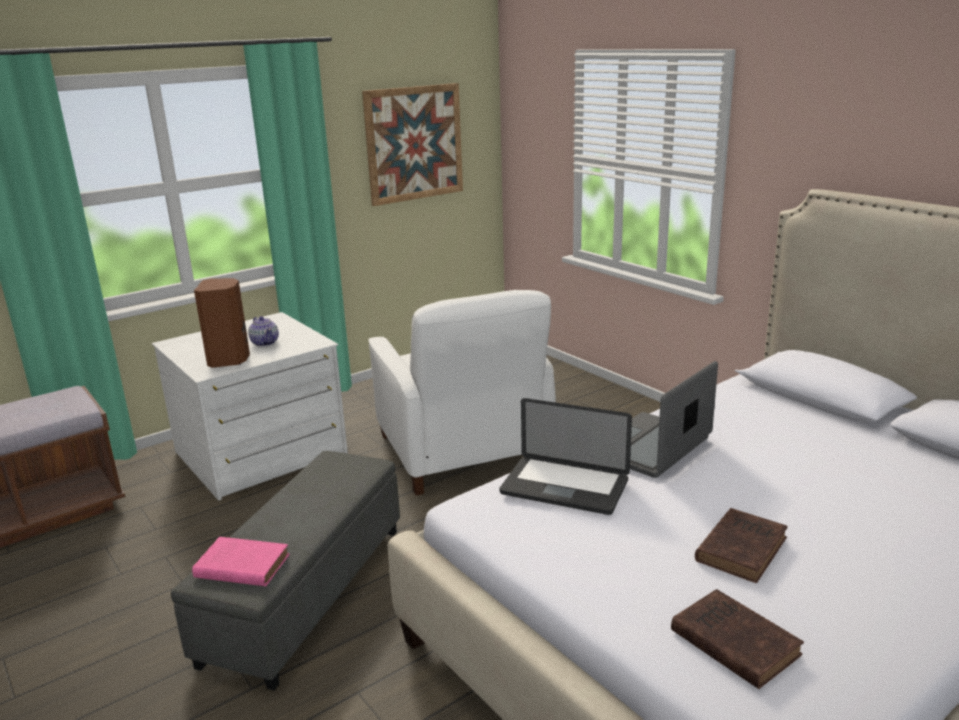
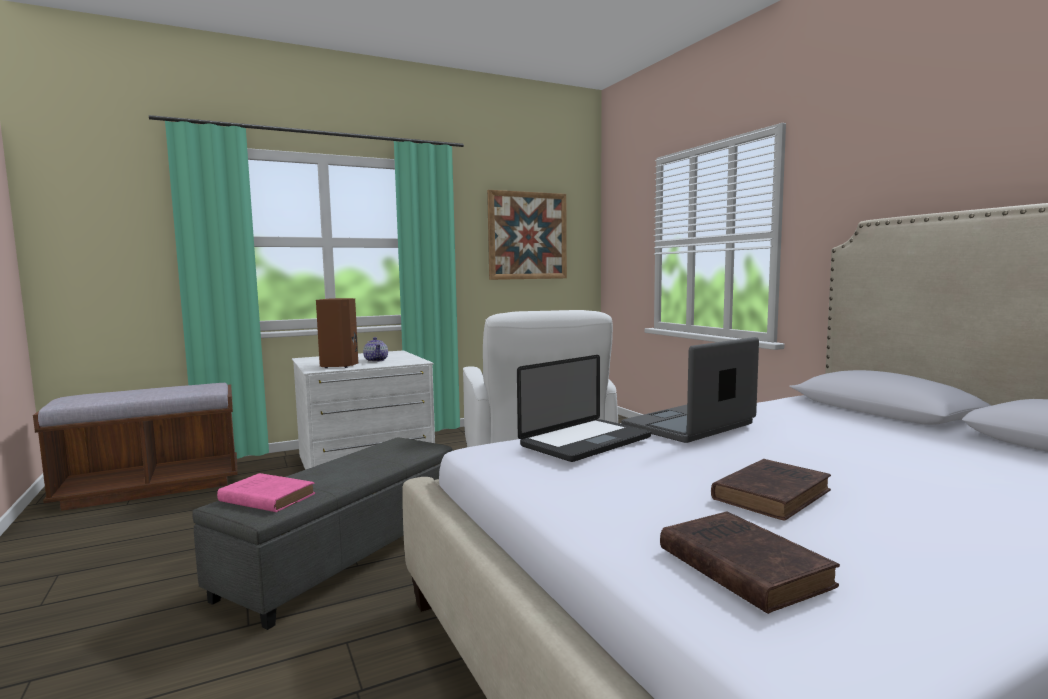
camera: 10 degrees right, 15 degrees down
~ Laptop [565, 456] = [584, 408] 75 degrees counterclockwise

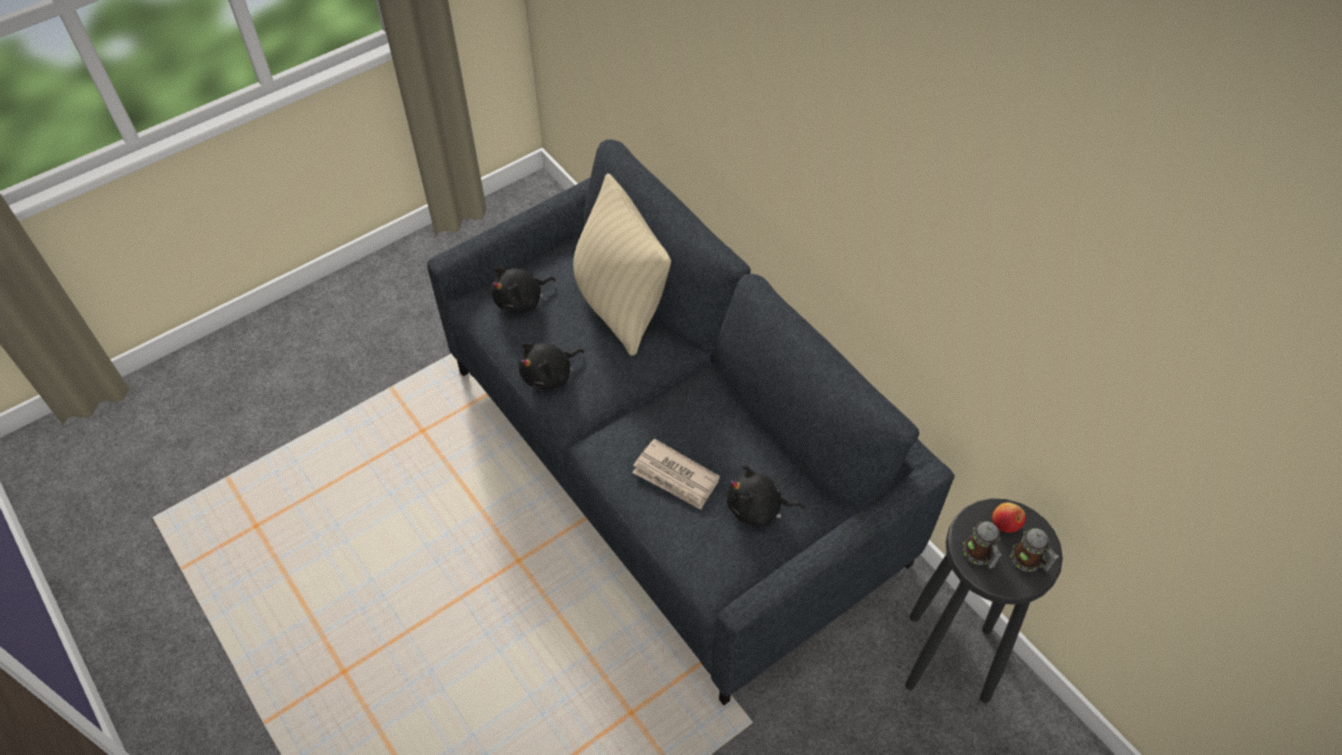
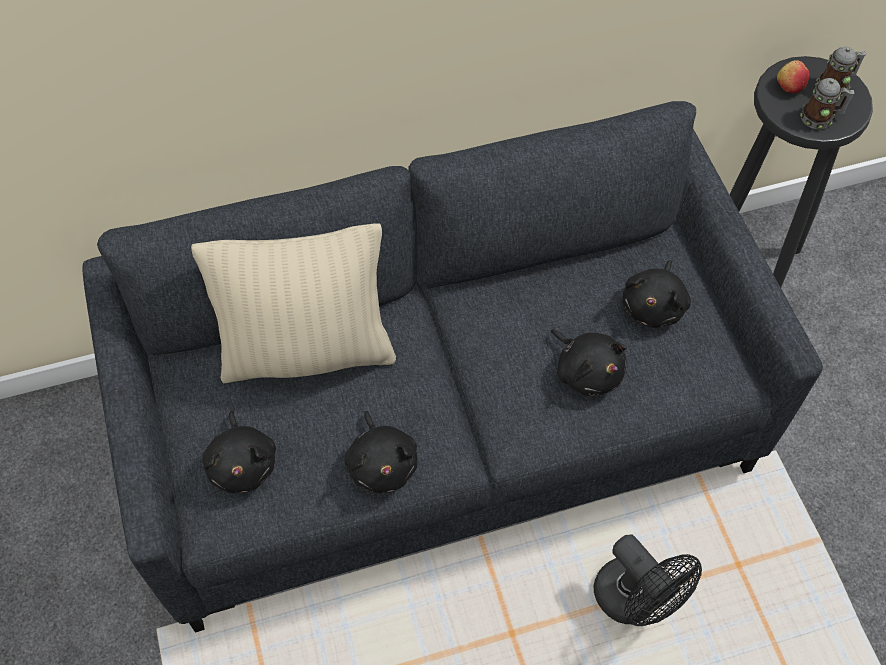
camera: 70 degrees left, 5 degrees up
~ Zeitung [676, 474] to Plüschtier/schwarz [589, 362]
+ Ventilator/schwarz [648, 580]

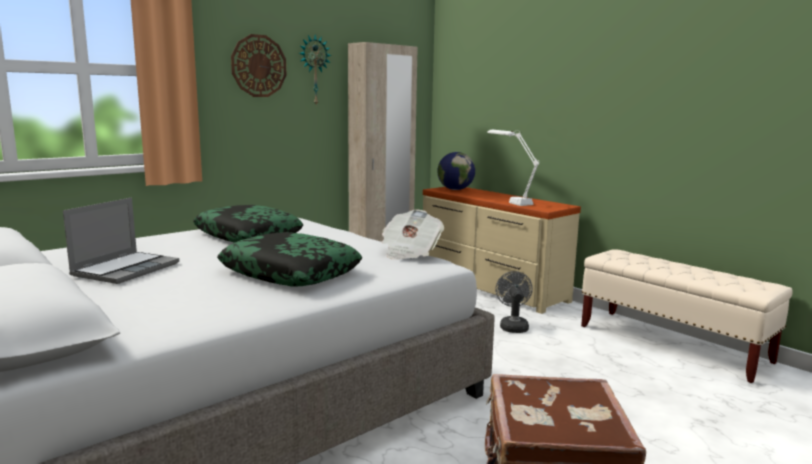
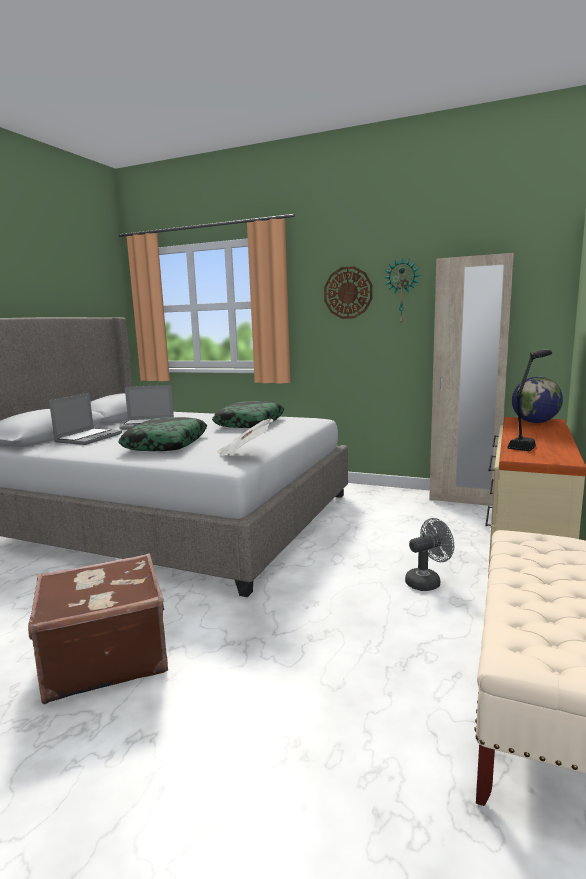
camera: 65 degrees right, 0 degrees up
~ Tischlampe/weiß [513, 168] to Tischlampe/schwarz [529, 400]
+ Laptop [85, 419]

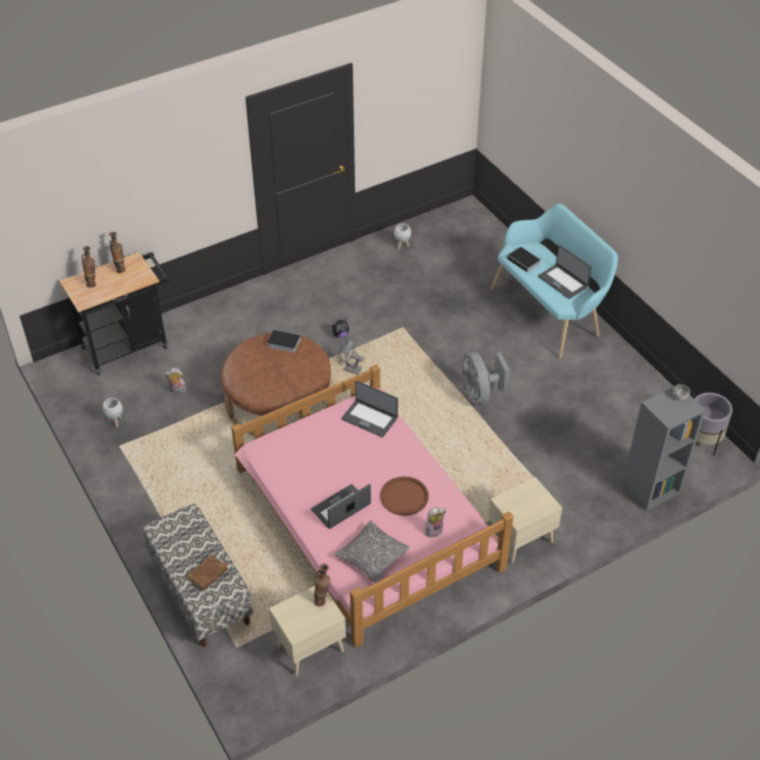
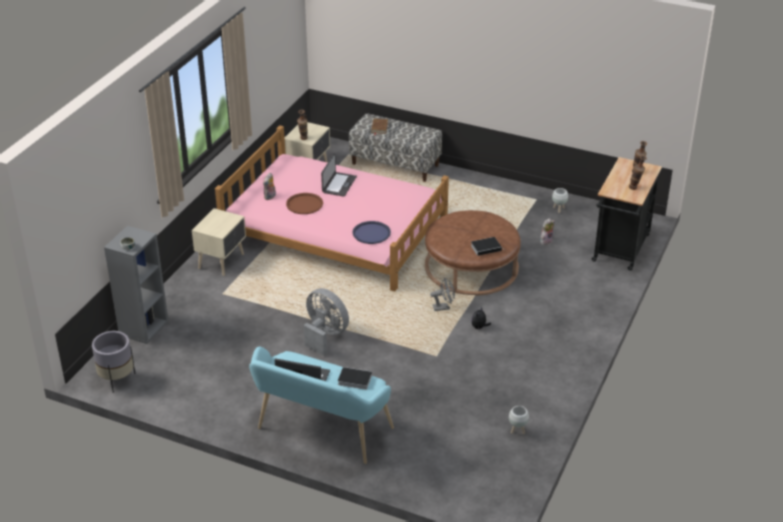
camera: 145 degrees right, 10 degrees down
~ Laptop [369, 409] to Tablett/blau [371, 232]
- Kissen [372, 551]

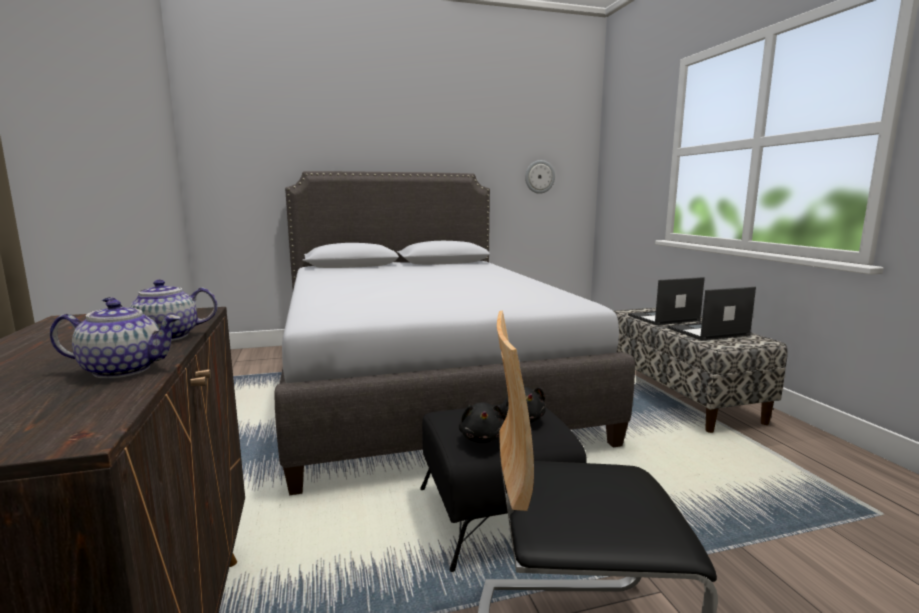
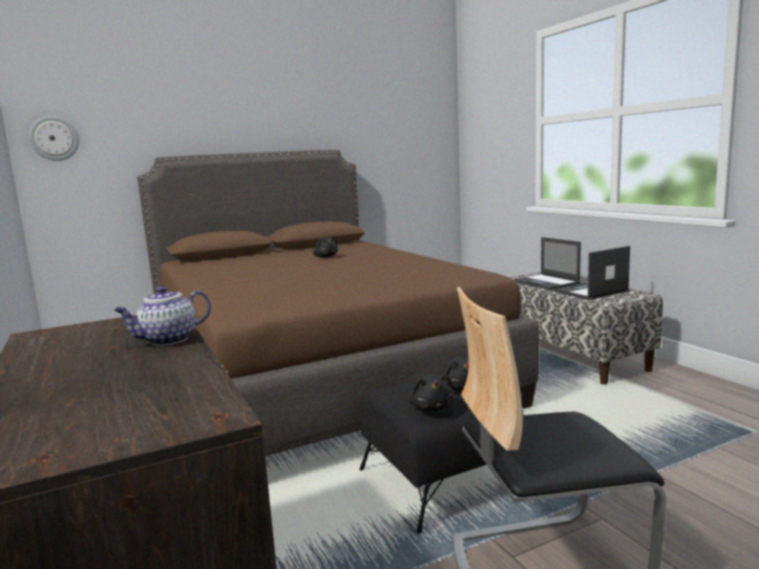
camera: 10 degrees left, 0 degrees up
~ Wanduhr [540, 177] to [54, 138]
~ Bett/grau [454, 333] to Bett/braun [338, 303]
~ Laptop [666, 301] = [547, 263] 90 degrees counterclockwise
- Teekanne [115, 339]
+ Plüschtier/schwarz [325, 247]

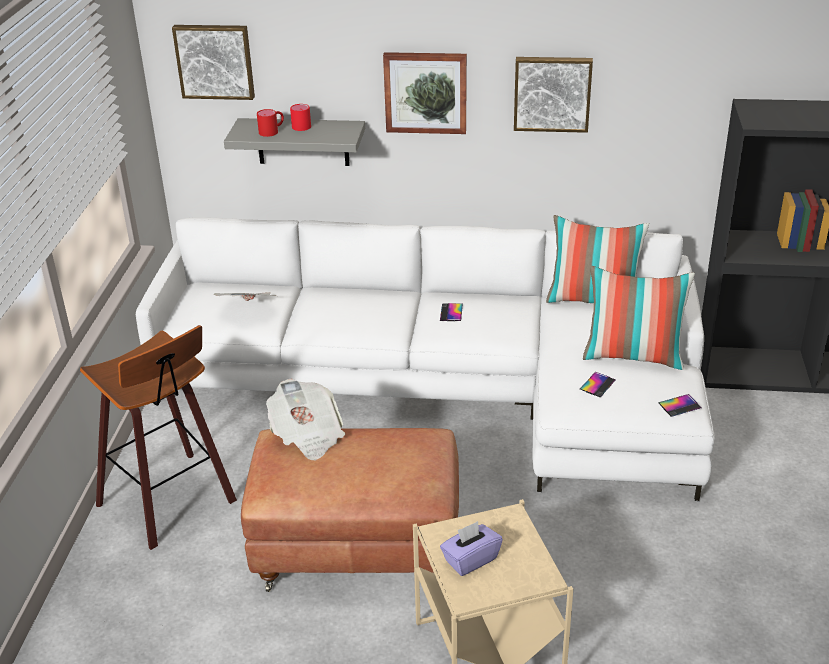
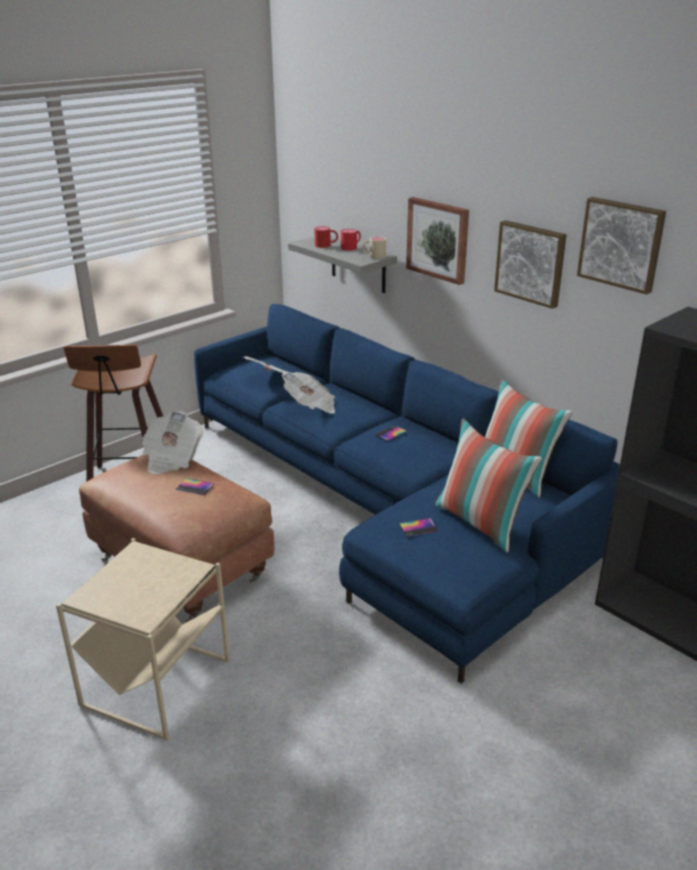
camera: 40 degrees right, 5 degrees down
~ Bild [213, 62] to [621, 245]
~ Sofa/weiß [425, 359] to Sofa/blau [407, 494]
~ Handy [680, 405] to [195, 486]
- Taschentuchbox/lila [471, 548]
+ Henkelbecher/beige [374, 247]
+ Zeitung [308, 392]

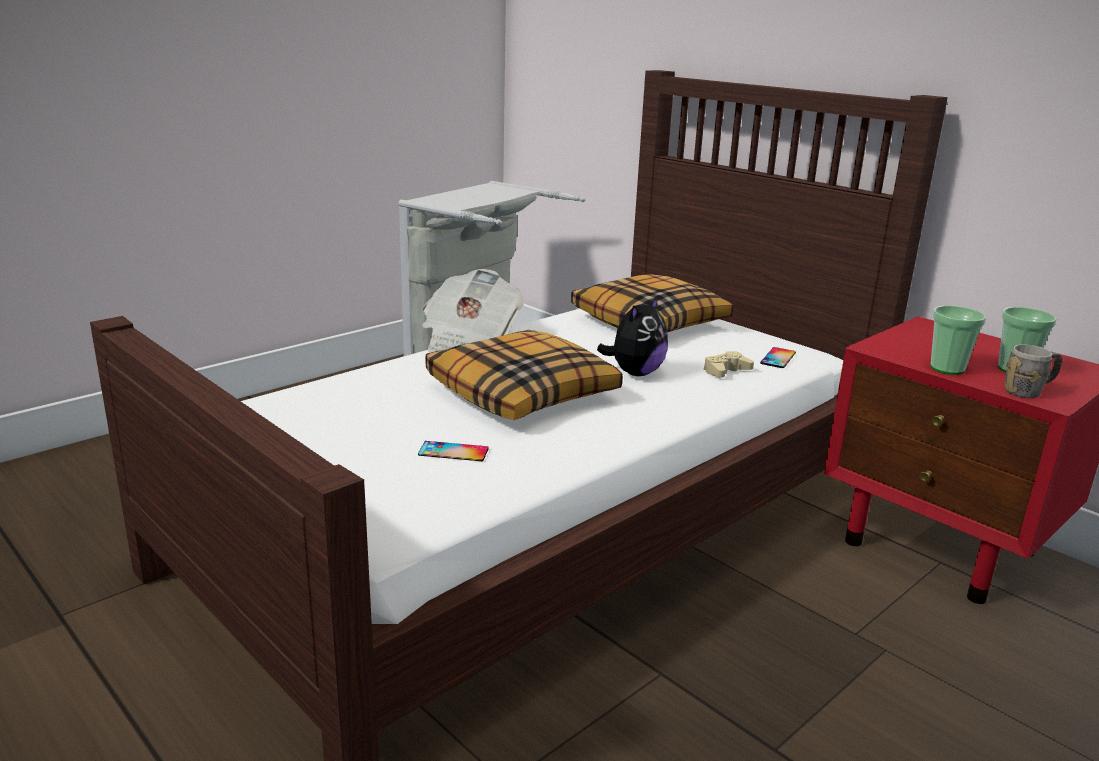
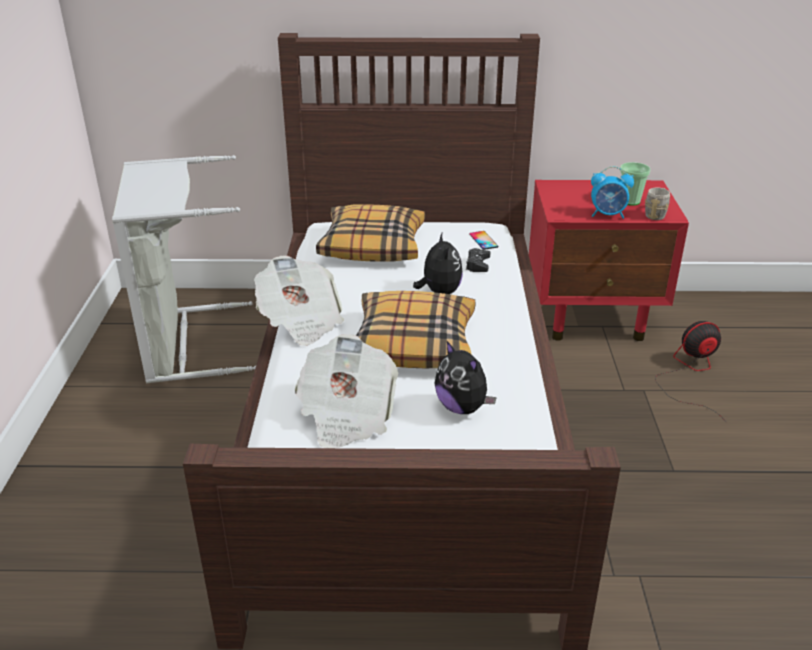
camera: 45 degrees left, 10 degrees up
~ Tasse [958, 340] to Wecker [612, 192]
~ Gamepad/beige [729, 364] to Gamepad/schwarz [478, 260]
~ Handy [453, 451] to Plüschtier [466, 377]
+ Ventilator [690, 371]
+ Zeitung [346, 391]

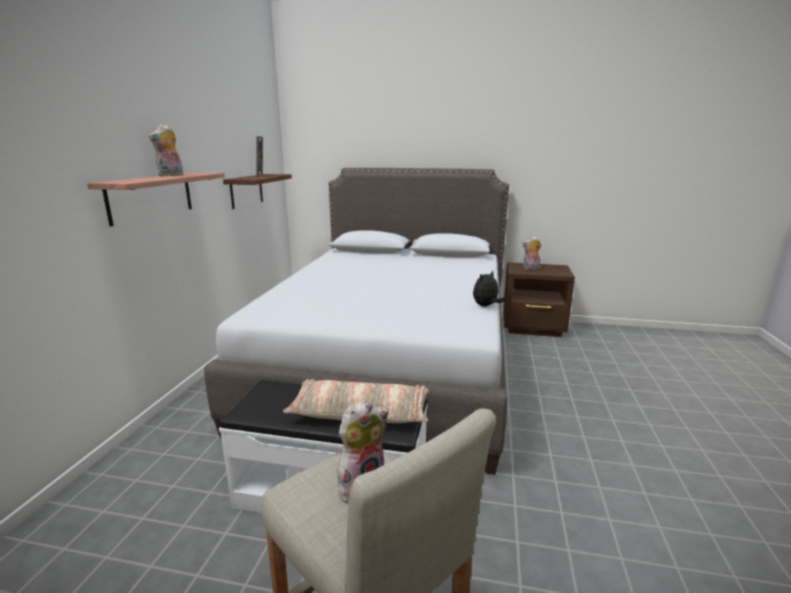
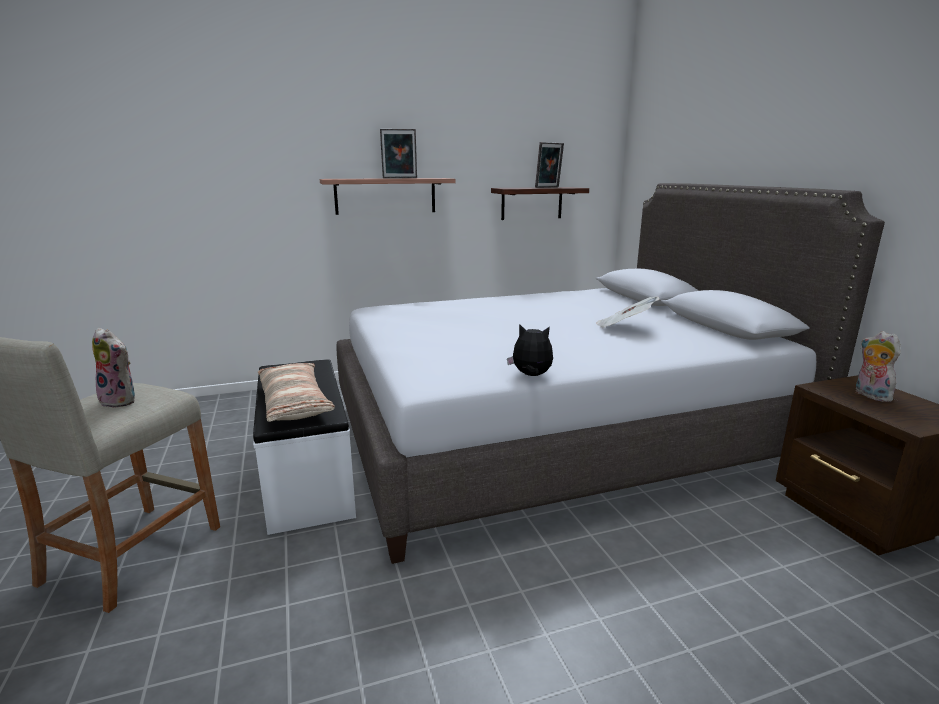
camera: 60 degrees right, 0 degrees up
~ Plüschtier [166, 150] to Bilderrahmen [398, 153]
+ Zeitung [627, 312]

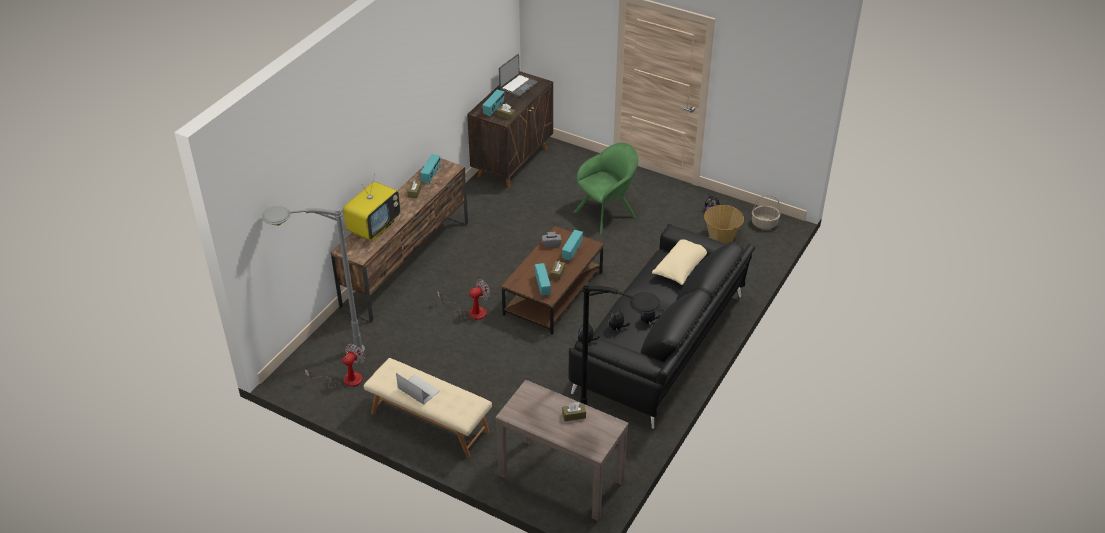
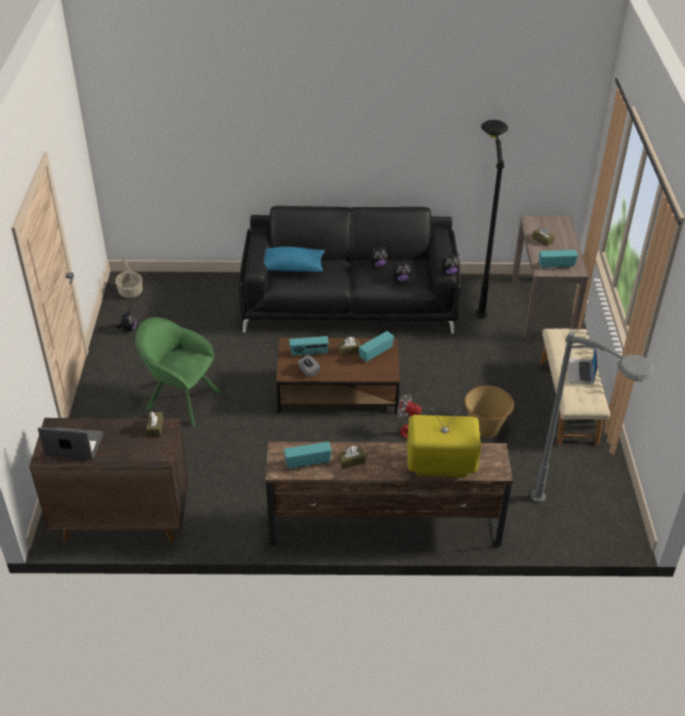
camera: 120 degrees left, 0 degrees up
~ Radio [493, 103] to [558, 259]
~ Korb [724, 224] to [489, 412]
~ Kissen/beige [679, 262] to Kissen/blau [294, 259]
- Ventilator [335, 366]

